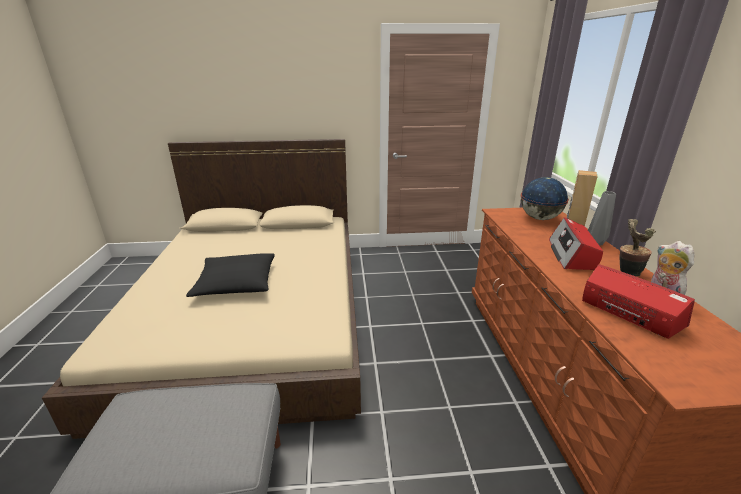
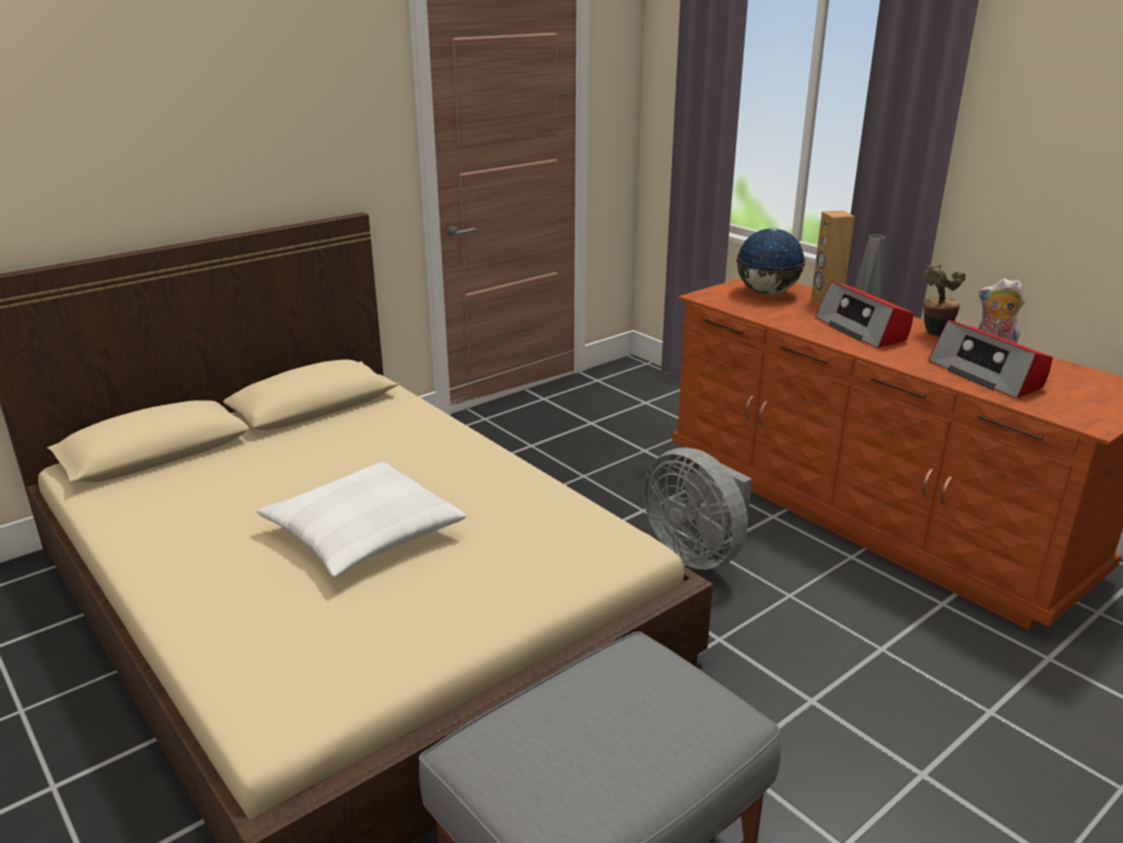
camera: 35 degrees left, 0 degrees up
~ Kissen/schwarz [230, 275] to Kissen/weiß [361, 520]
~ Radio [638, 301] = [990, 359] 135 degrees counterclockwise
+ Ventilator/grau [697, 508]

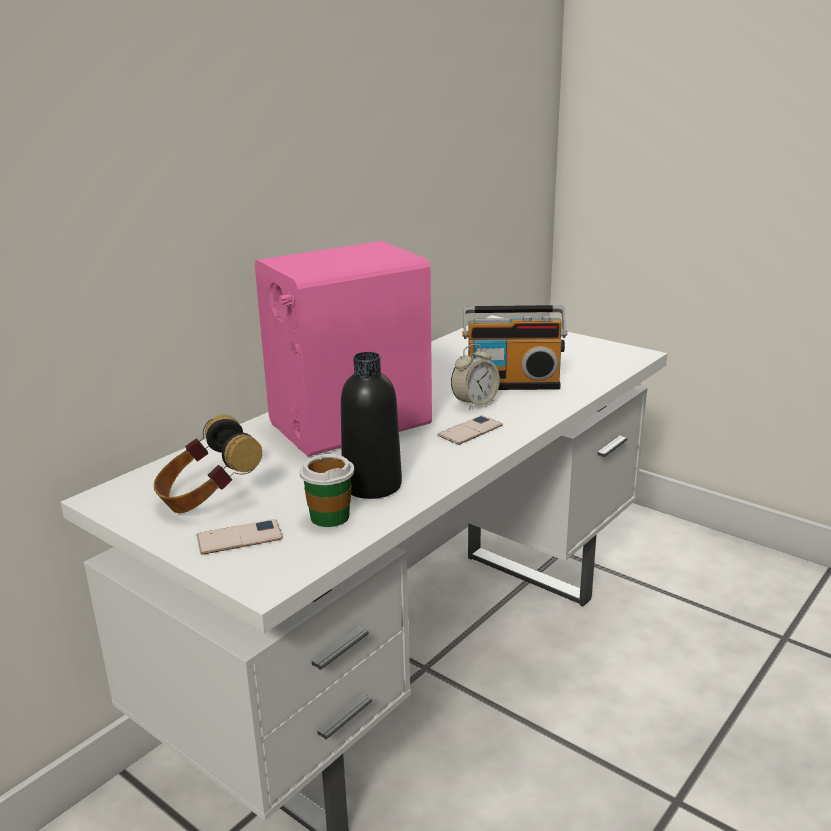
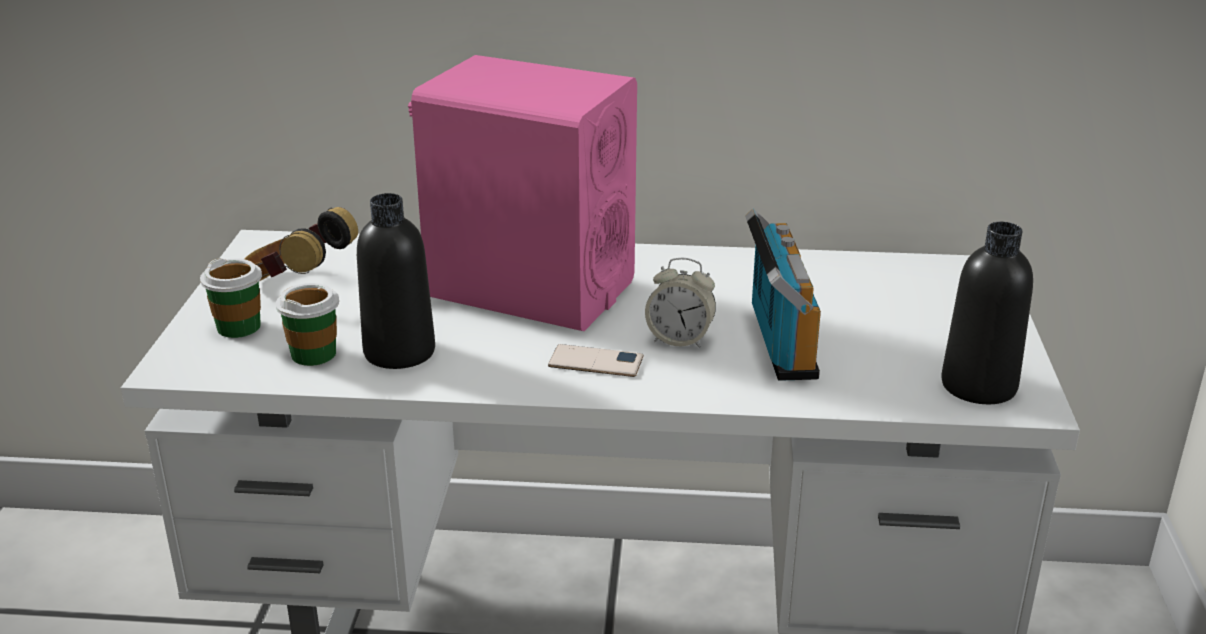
camera: 55 degrees right, 5 degrees up
~ Radio [515, 347] = [783, 295] 150 degrees counterclockwise
~ Handy [239, 536] to Tasse [231, 298]
+ Flasche/schwarz [987, 313]

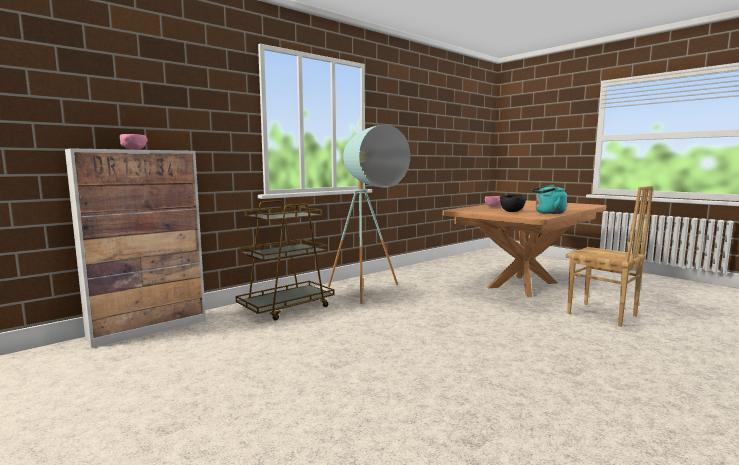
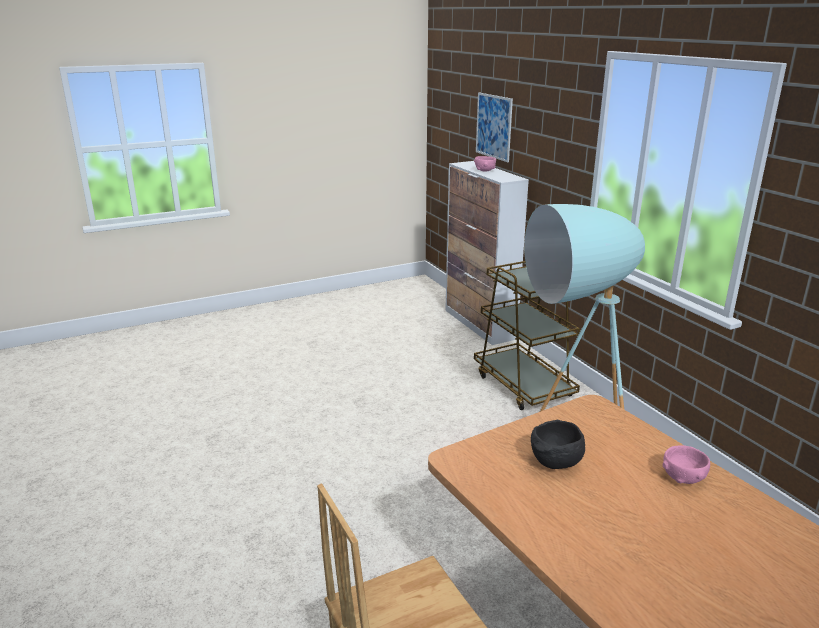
camera: 105 degrees right, 15 degrees up
- Wasserkessel/türkis [549, 199]
+ Bild [494, 127]

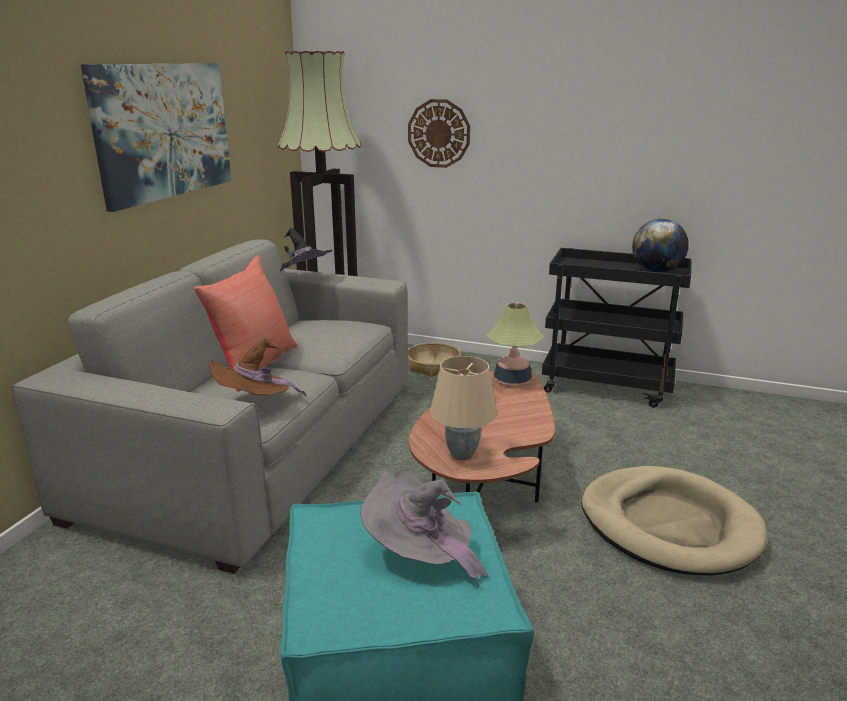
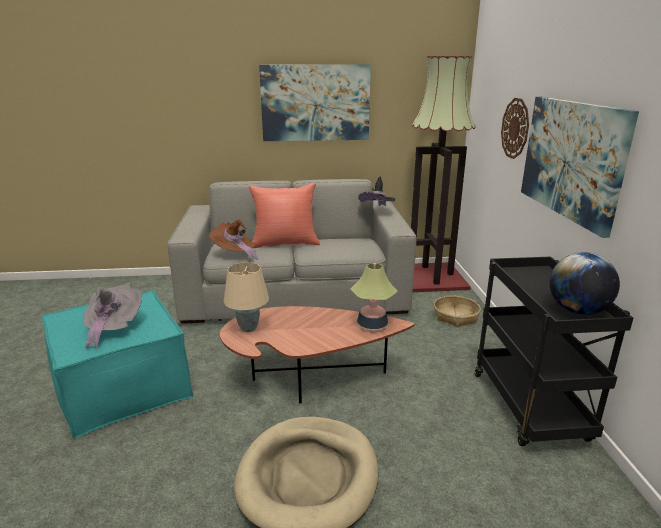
camera: 65 degrees right, 0 degrees up
+ Bild [580, 167]

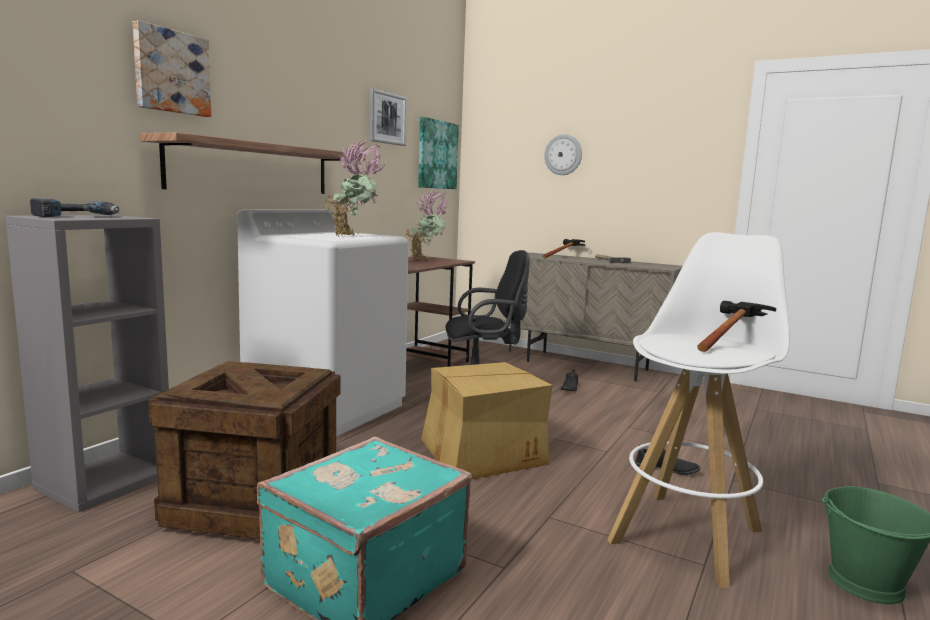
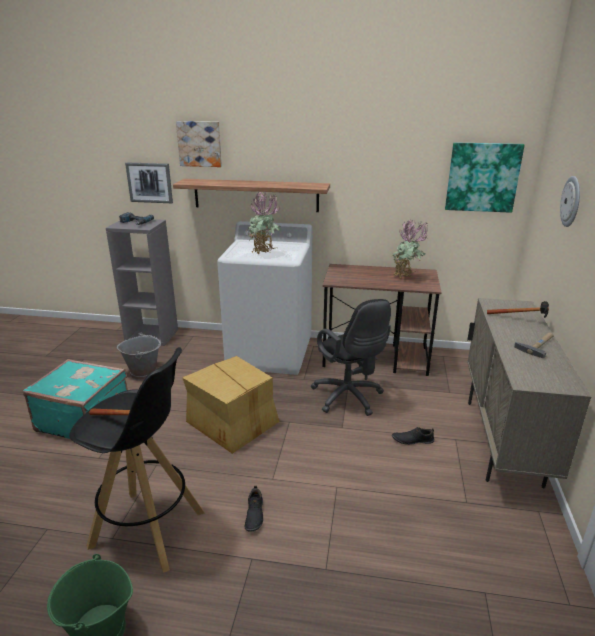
camera: 70 degrees right, 15 degrees up
~ Bild [388, 117] to [149, 183]
~ Hocker/weiß [699, 410] to Hocker/schwarz [137, 460]
~ Kiste [244, 450] to Eimer/grau [139, 356]

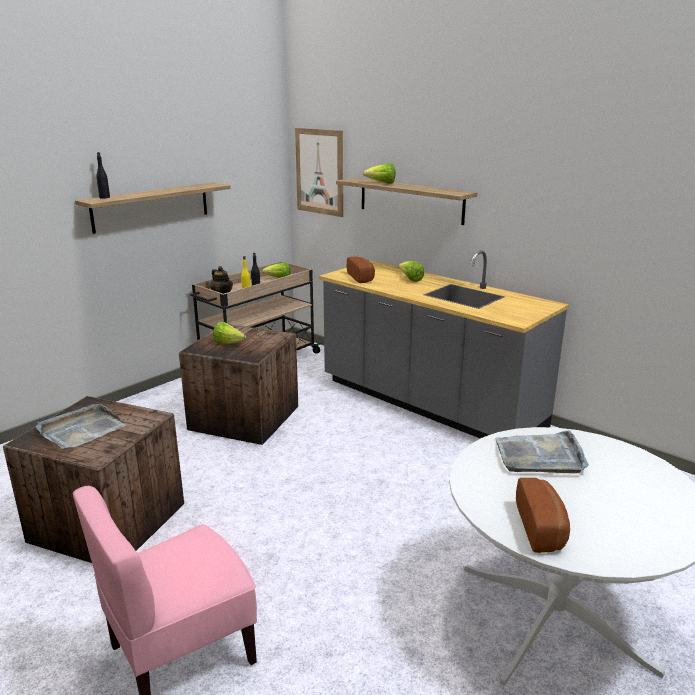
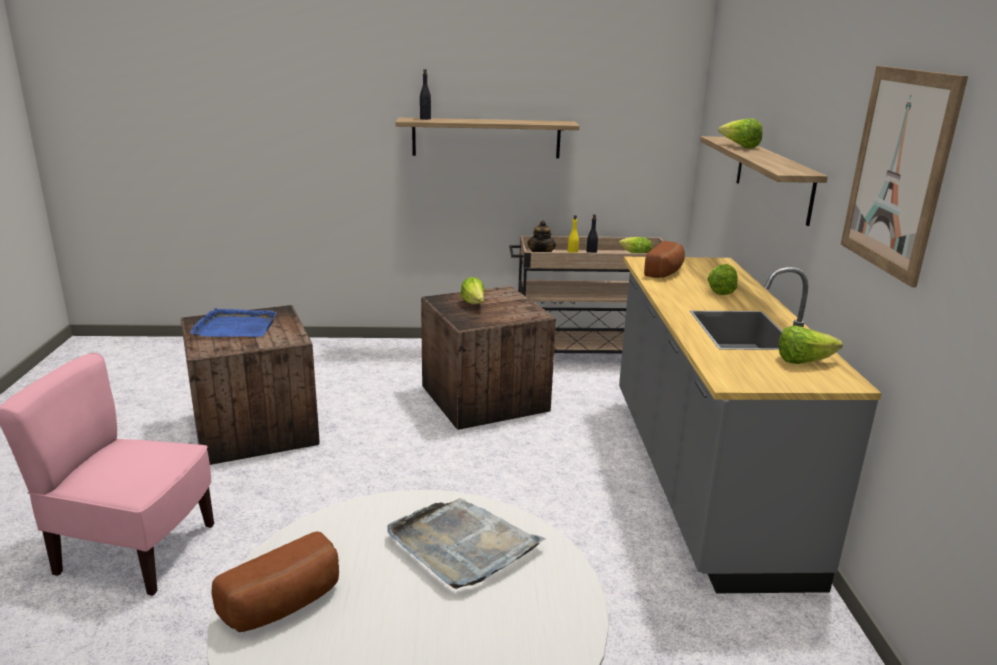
camera: 45 degrees right, 0 degrees up
~ Bild [319, 172] to [904, 176]
~ Tablett/grau [81, 427] to Tablett/blau [233, 322]
+ Salatkopf [810, 344]

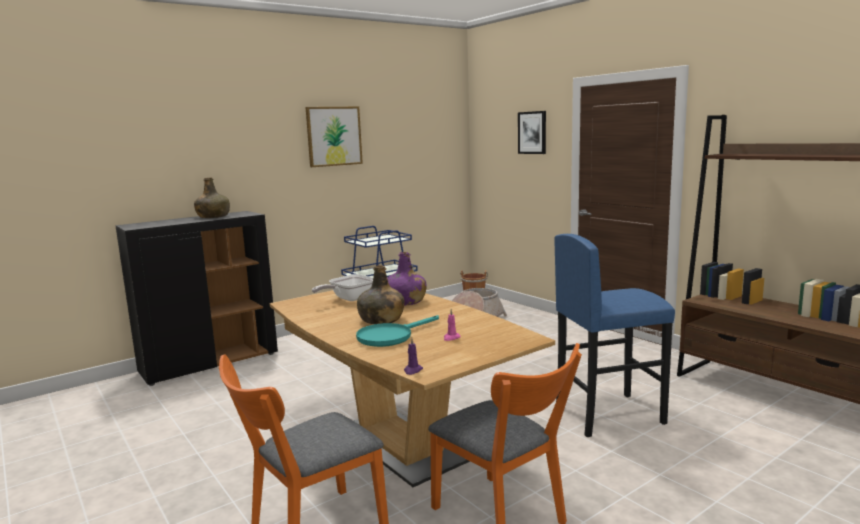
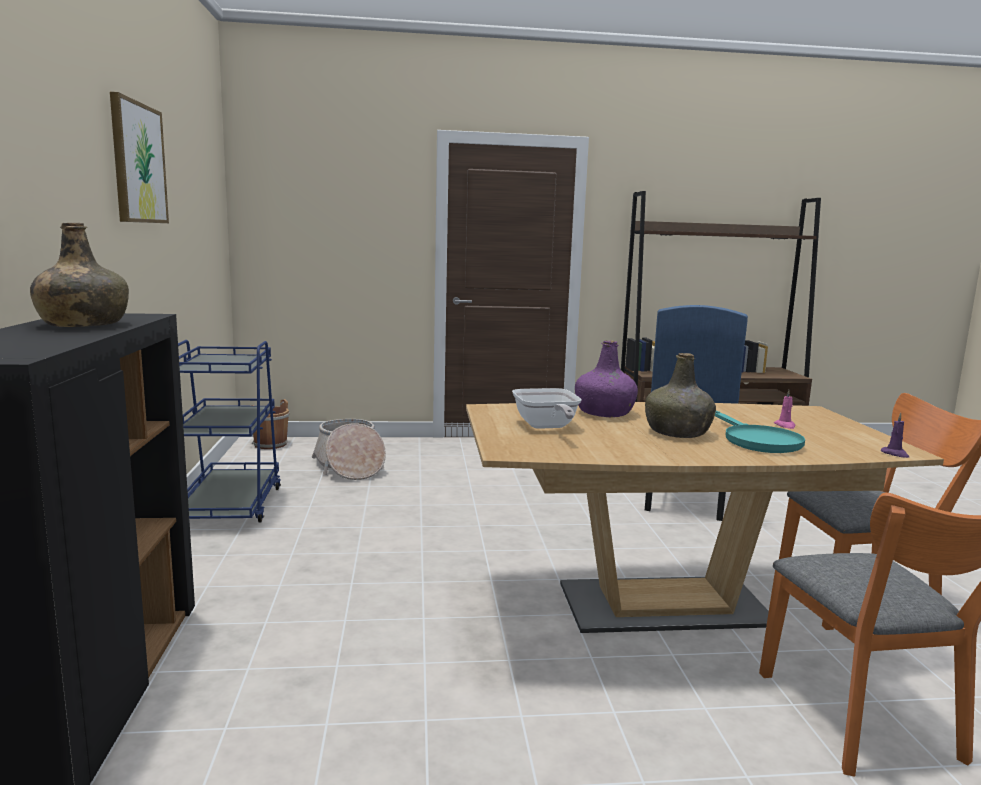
camera: 60 degrees left, 0 degrees up
- Bild [532, 132]

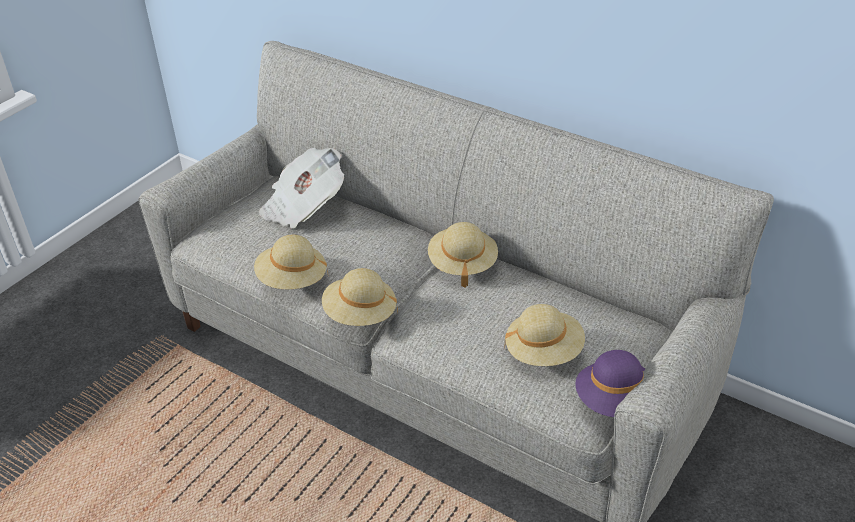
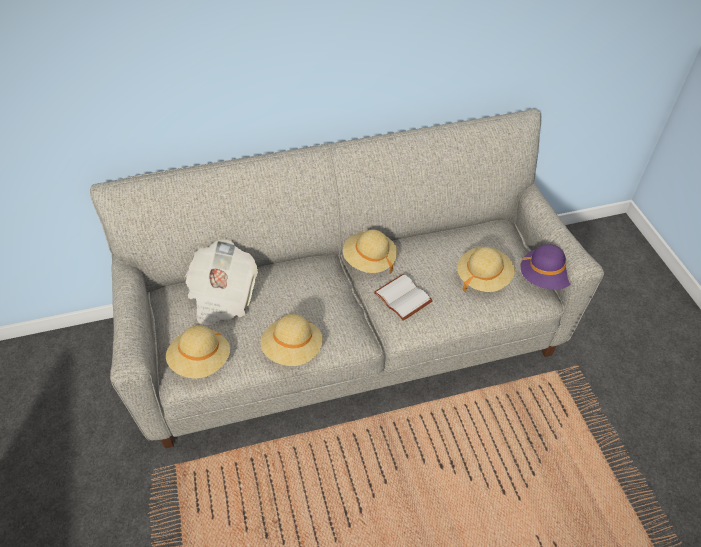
camera: 50 degrees left, 10 degrees up
~ Hut/beige [360, 297] to [198, 352]
+ Buch/weiß [403, 297]

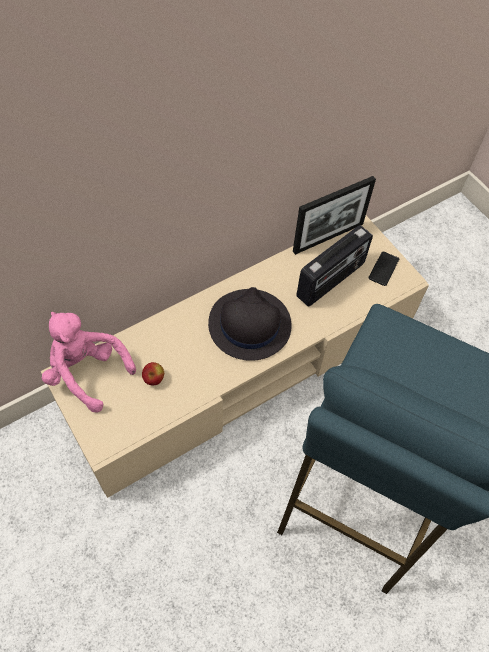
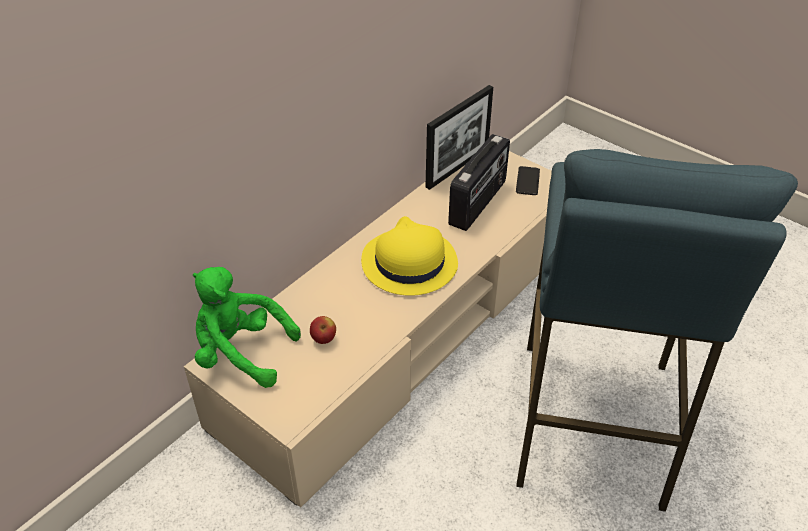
camera: 15 degrees left, 15 degrees down
~ Hut/schwarz [250, 324] to Hut/gelb [409, 256]
~ Plüschtier/rosa [89, 362] to Plüschtier/grün [247, 327]

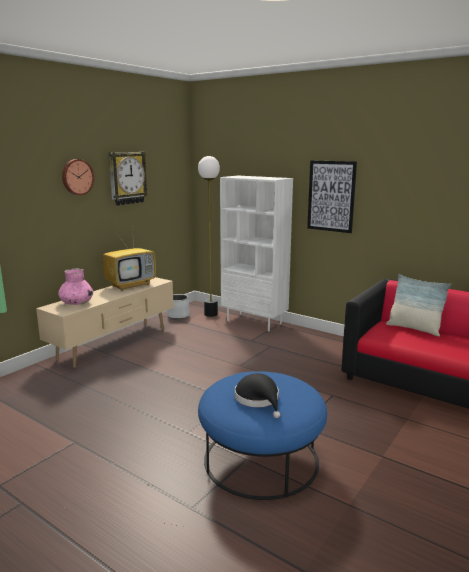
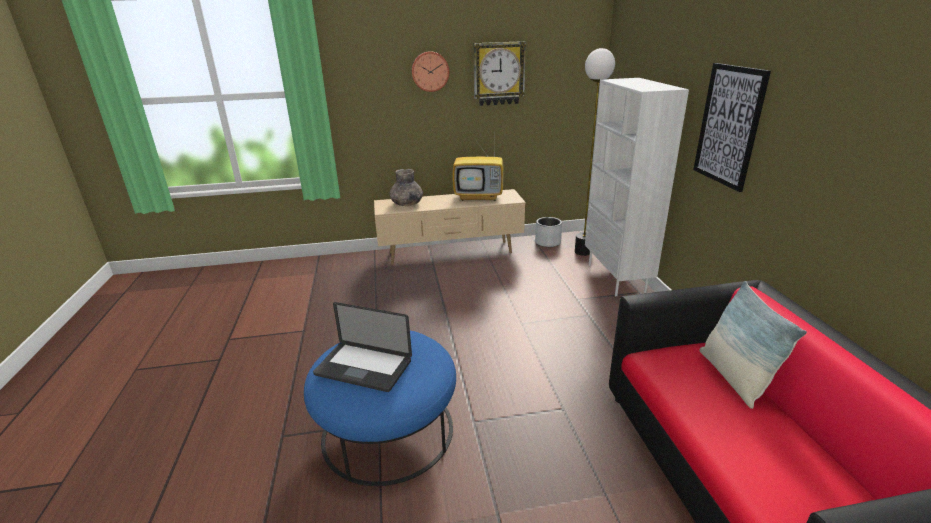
camera: 45 degrees right, 10 degrees up
~ Vase/rosa [75, 286] to Vase/grau [406, 187]
~ Hut/schwarz [257, 395] to Laptop [362, 347]

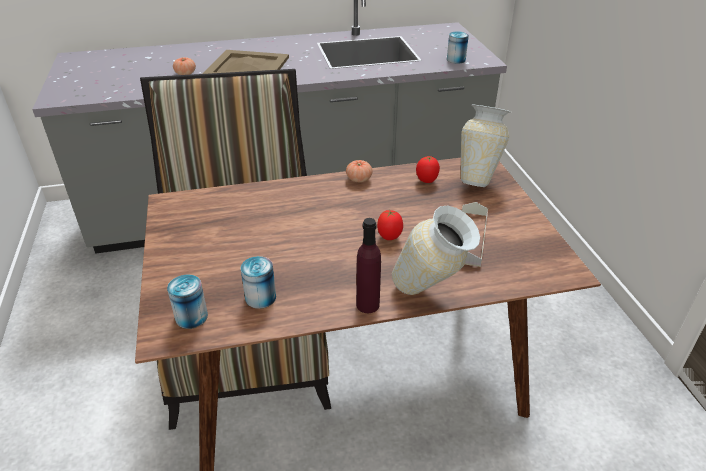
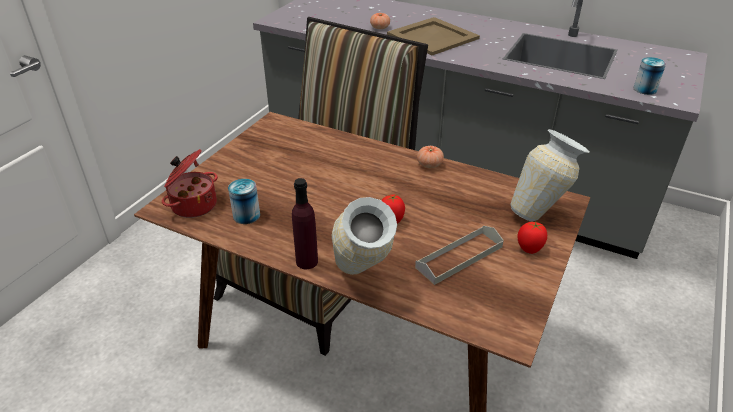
camera: 40 degrees right, 0 degrees up
~ Tomate [428, 169] to [532, 238]
~ Dose [187, 302] to Kochtopf [190, 183]

